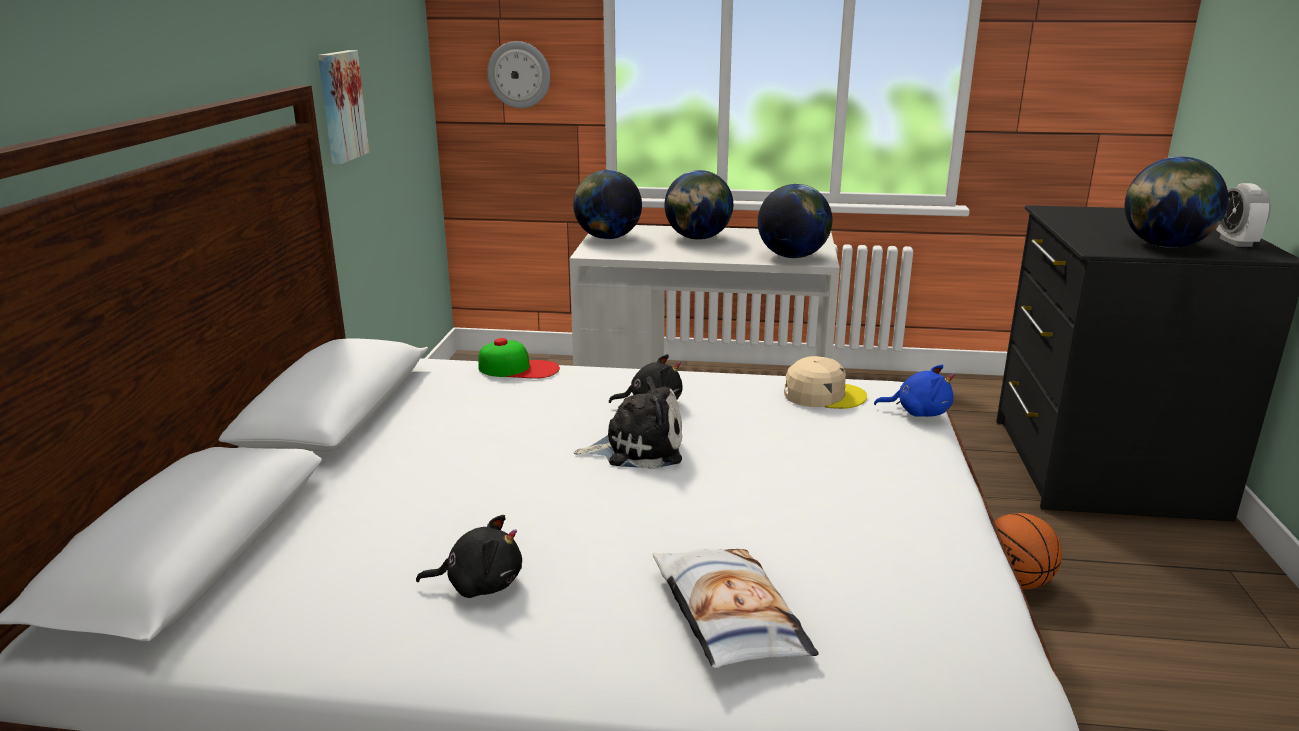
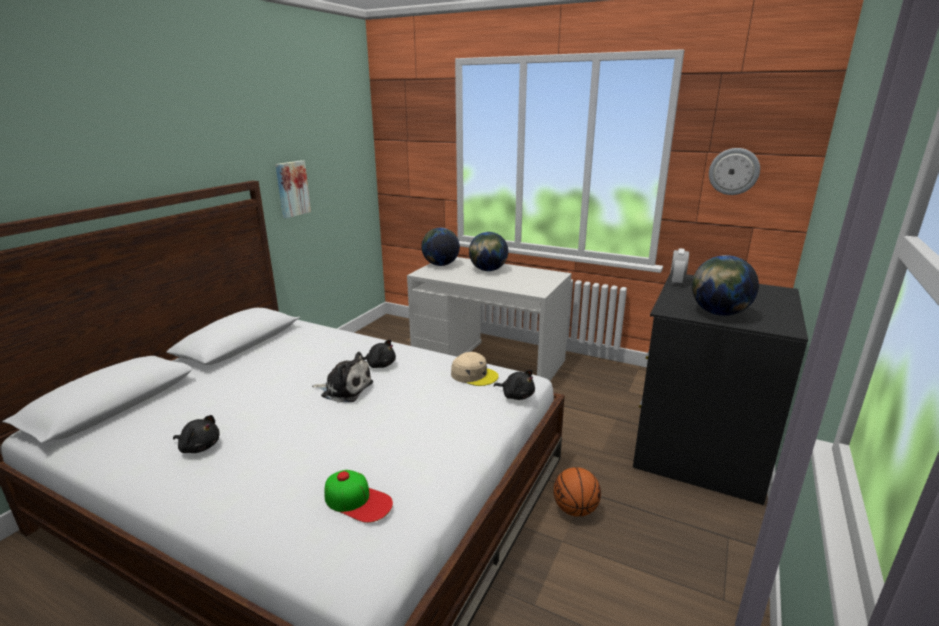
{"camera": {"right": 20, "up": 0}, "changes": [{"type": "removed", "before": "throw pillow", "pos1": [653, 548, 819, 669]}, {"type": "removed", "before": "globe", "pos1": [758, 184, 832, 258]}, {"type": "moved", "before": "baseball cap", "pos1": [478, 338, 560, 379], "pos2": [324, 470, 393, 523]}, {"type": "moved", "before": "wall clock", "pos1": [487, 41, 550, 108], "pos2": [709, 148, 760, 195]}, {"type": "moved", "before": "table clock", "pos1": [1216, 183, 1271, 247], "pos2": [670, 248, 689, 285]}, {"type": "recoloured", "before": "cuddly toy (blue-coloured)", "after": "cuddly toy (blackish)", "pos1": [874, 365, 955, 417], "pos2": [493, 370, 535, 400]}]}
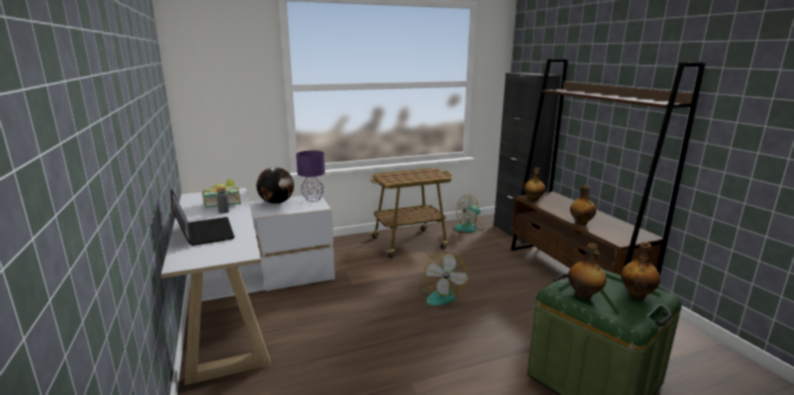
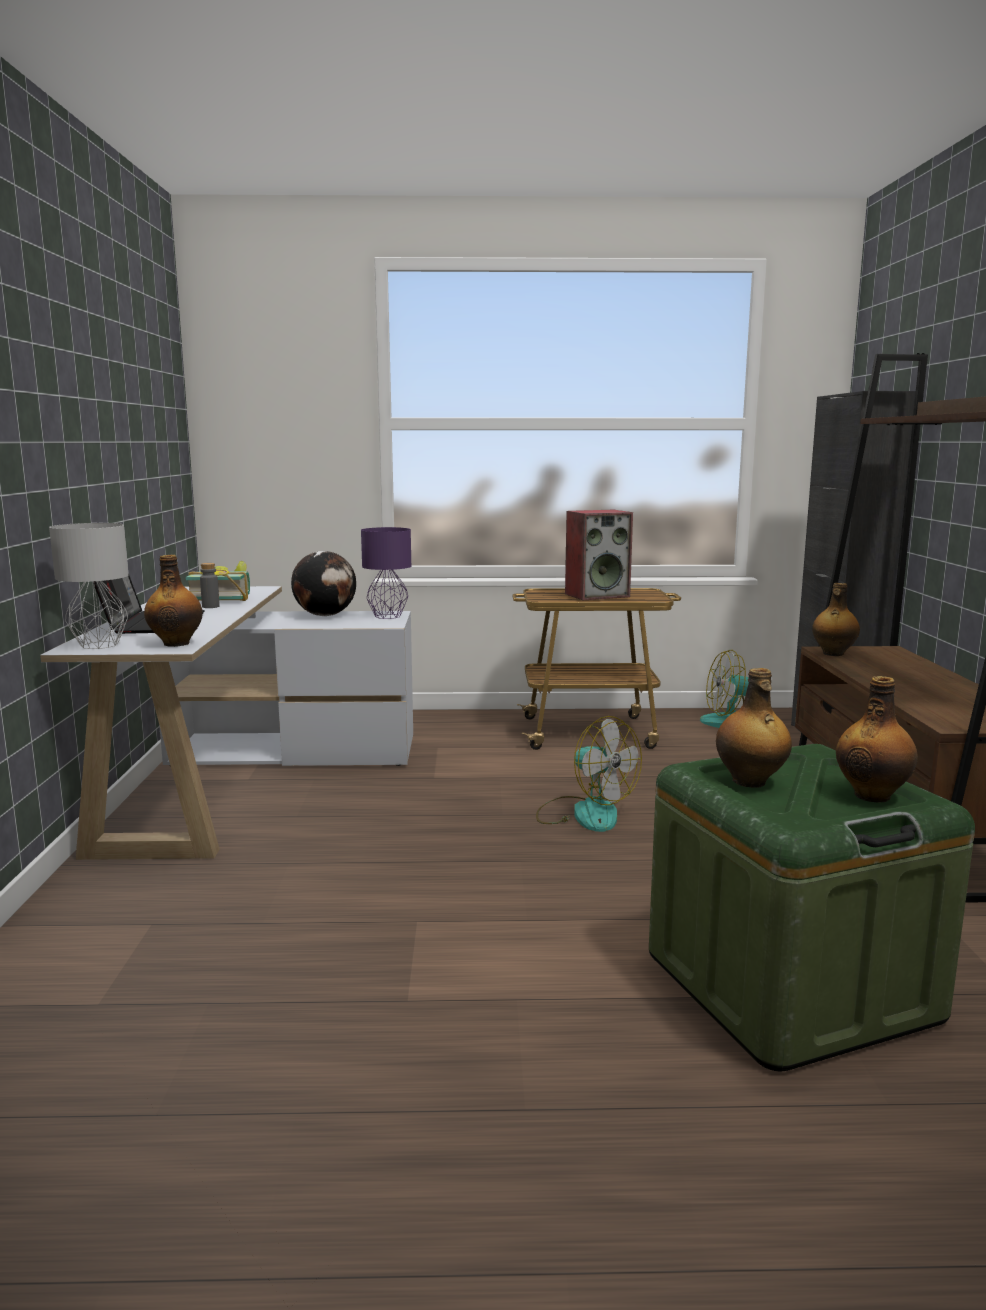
{"camera": {"right": 20, "up": -5}, "changes": [{"type": "added", "after": "table lamp (gray)", "pos2": [49, 523, 129, 649]}, {"type": "added", "after": "loudspeaker", "pos2": [565, 510, 633, 600]}, {"type": "moved", "before": "bottle", "pos1": [570, 185, 596, 225], "pos2": [144, 555, 203, 647]}, {"type": "turned", "before": "fan", "pos1": [418, 252, 469, 306], "pos2": [536, 716, 642, 832], "turn": -75}]}
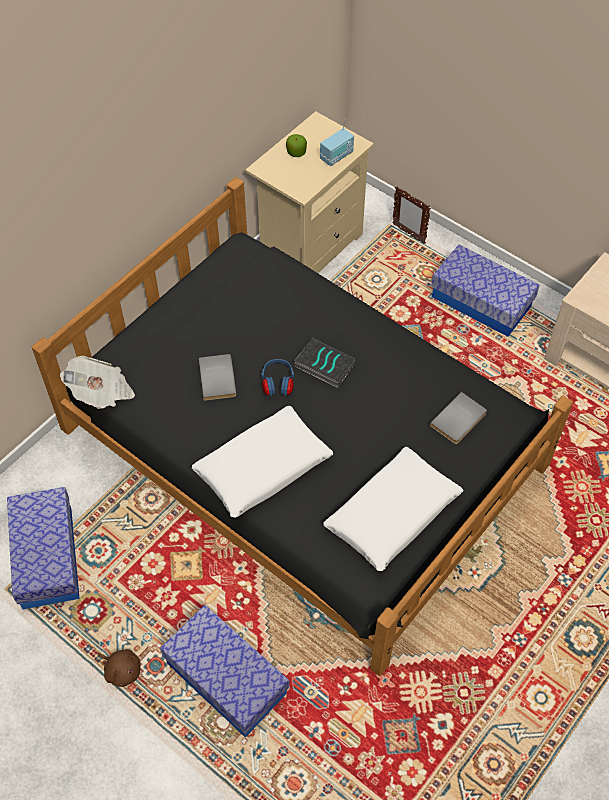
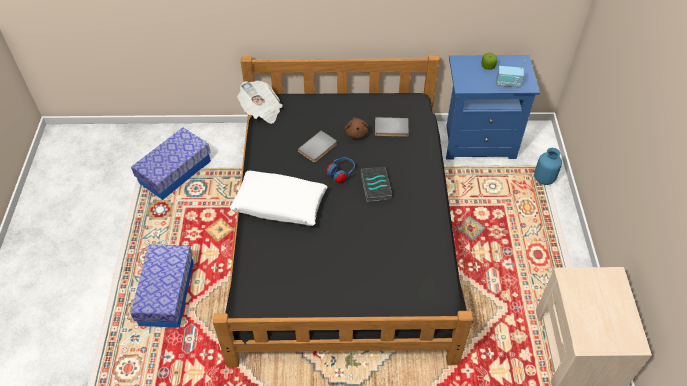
{"camera": {"right": 50, "up": -5}, "changes": [{"type": "removed", "before": "throw pillow (white-coloured)", "pos1": [323, 447, 463, 571]}, {"type": "removed", "before": "storage container", "pos1": [431, 244, 540, 337]}, {"type": "moved", "before": "cuddly toy (brown)", "pos1": [97, 649, 140, 687], "pos2": [345, 117, 369, 139]}, {"type": "moved", "before": "volume (gray)", "pos1": [430, 392, 487, 444], "pos2": [375, 117, 409, 137]}, {"type": "replaced", "before": "picture frame", "after": "vase (blue-coloured)", "pos1": [392, 186, 431, 244], "pos2": [534, 148, 562, 185]}, {"type": "recoloured", "before": "night table (beige)", "after": "night table (blue-coloured)", "pos1": [246, 111, 374, 273], "pos2": [446, 55, 540, 160]}]}
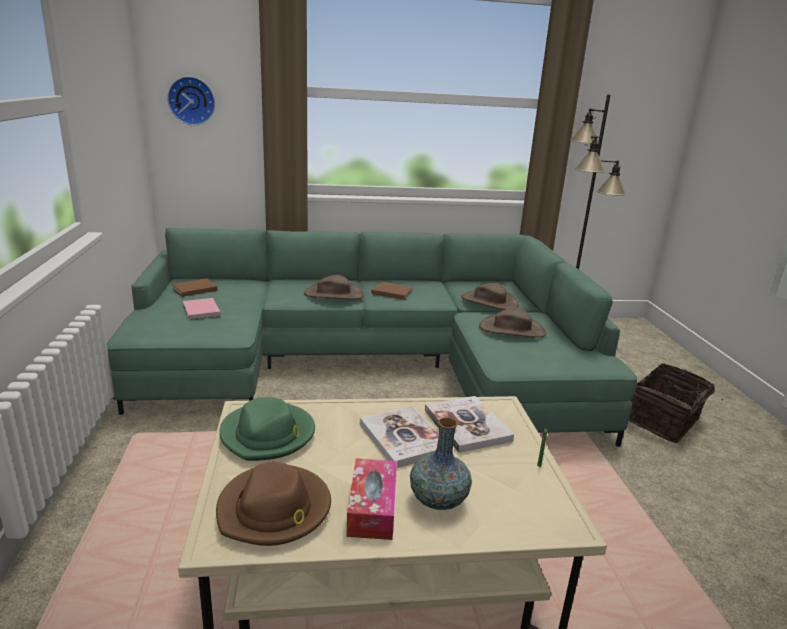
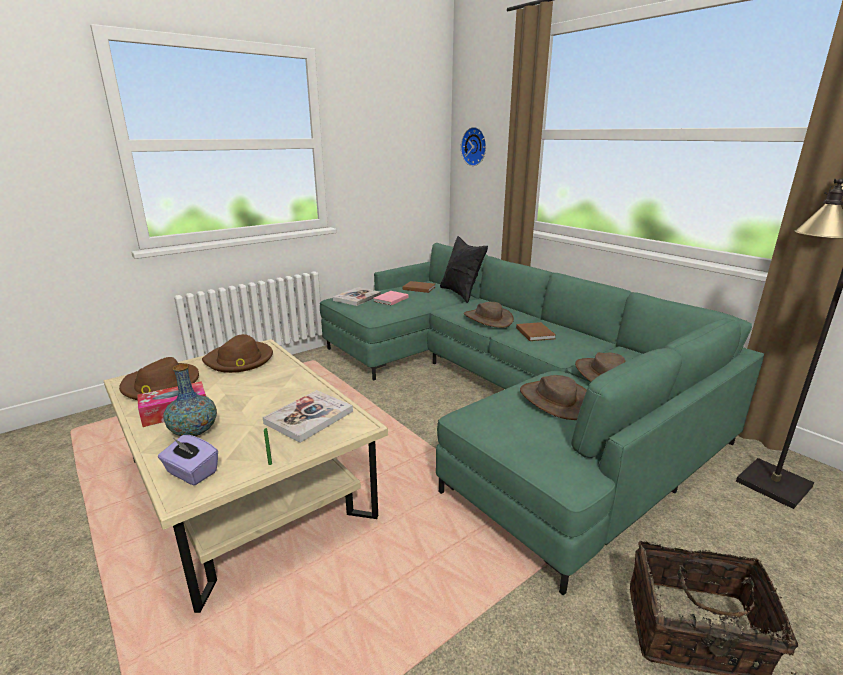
{"camera": {"right": 60, "up": 0}, "changes": [{"type": "added", "after": "box of tissues (purple)", "pos2": [158, 435, 218, 485]}, {"type": "added", "after": "throw pillow (blackish)", "pos2": [440, 236, 488, 303]}, {"type": "moved", "before": "volume", "pos1": [360, 406, 439, 468], "pos2": [333, 287, 381, 306]}, {"type": "recoloured", "before": "clothing hat (green-coloured)", "after": "clothing hat (brown)", "pos1": [219, 397, 315, 461], "pos2": [202, 334, 273, 373]}]}
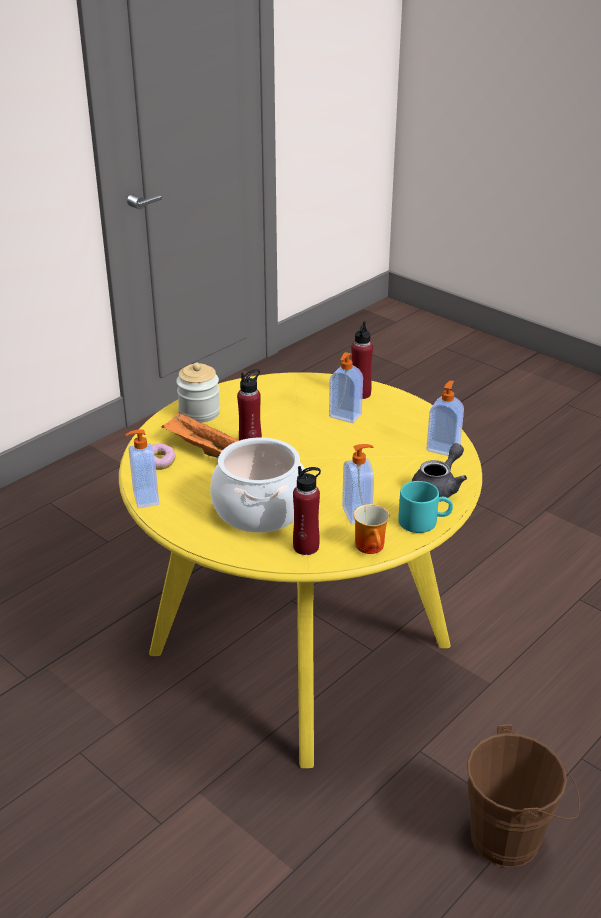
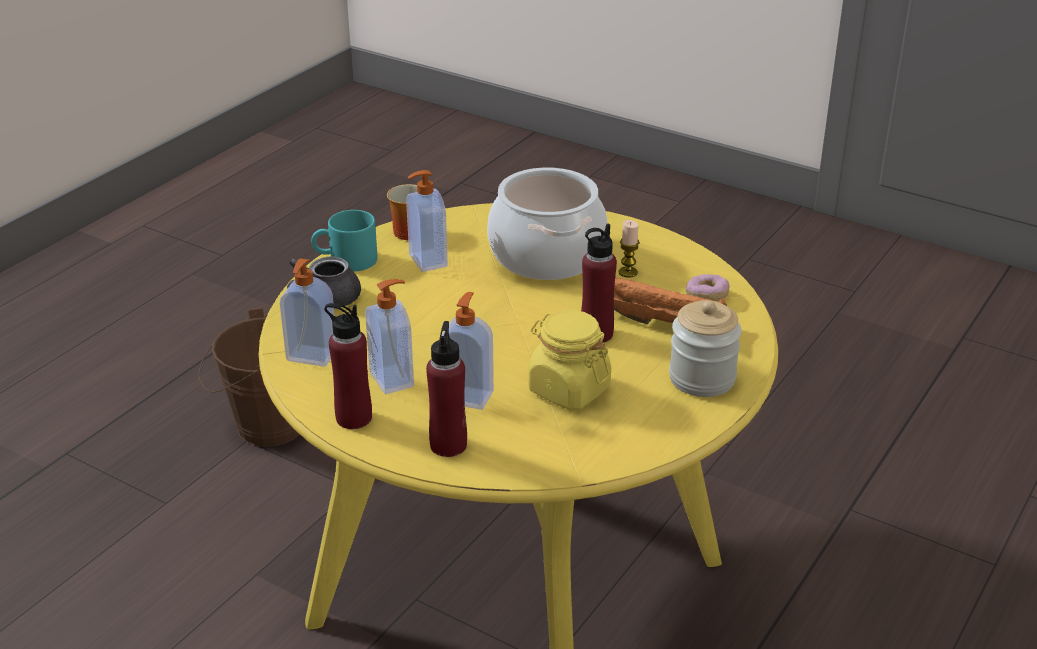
{"camera": {"right": 170, "up": 0}, "changes": [{"type": "added", "after": "jar (yellow-coloured)", "pos2": [529, 310, 611, 410]}, {"type": "added", "after": "wax candle", "pos2": [619, 220, 640, 278]}, {"type": "moved", "before": "liquid soap bottle", "pos1": [125, 429, 159, 508], "pos2": [365, 279, 414, 394]}, {"type": "moved", "before": "bottle (red)", "pos1": [293, 466, 321, 555], "pos2": [325, 303, 372, 429]}]}
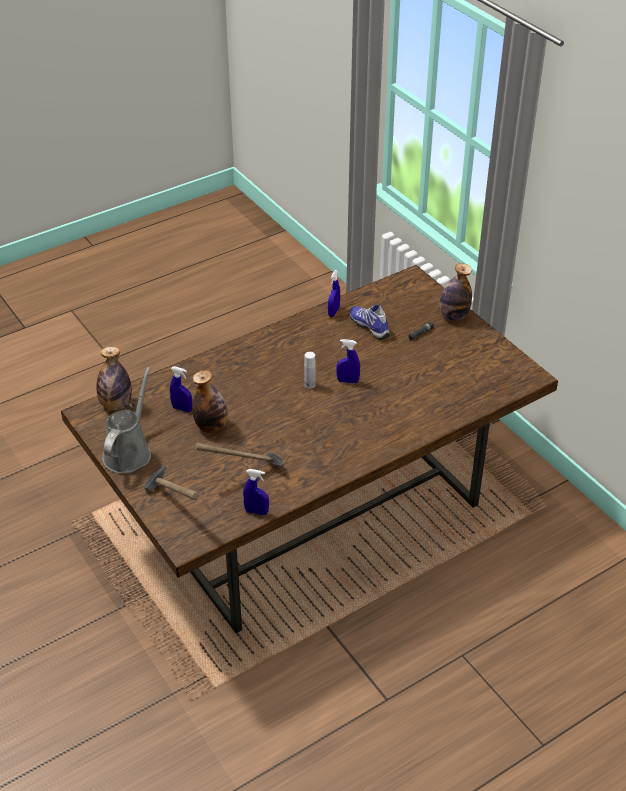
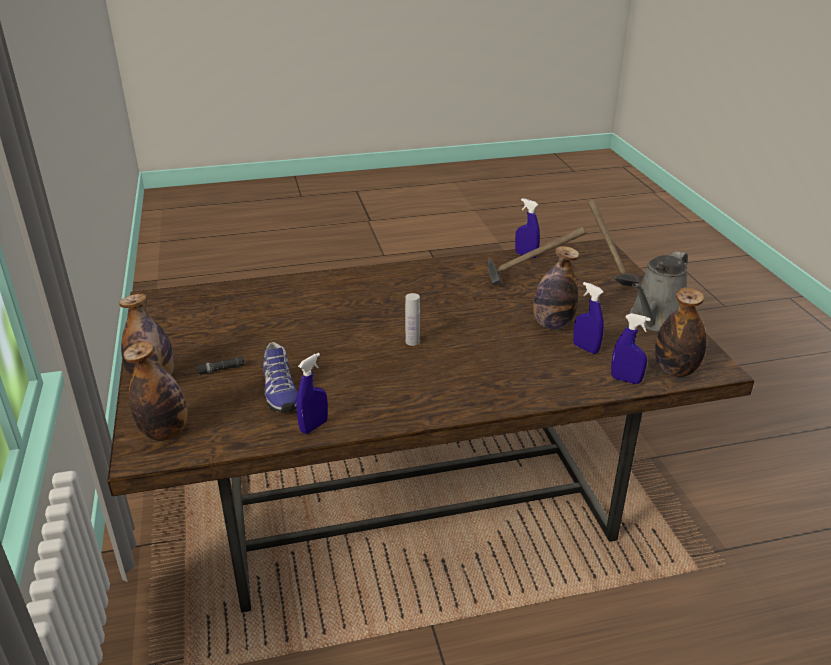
{"camera": {"right": -160, "up": -10}, "changes": [{"type": "added", "after": "bottle", "pos2": [123, 341, 188, 441]}, {"type": "moved", "before": "spray bottle (blue-coloured)", "pos1": [336, 339, 360, 383], "pos2": [611, 313, 651, 384]}]}
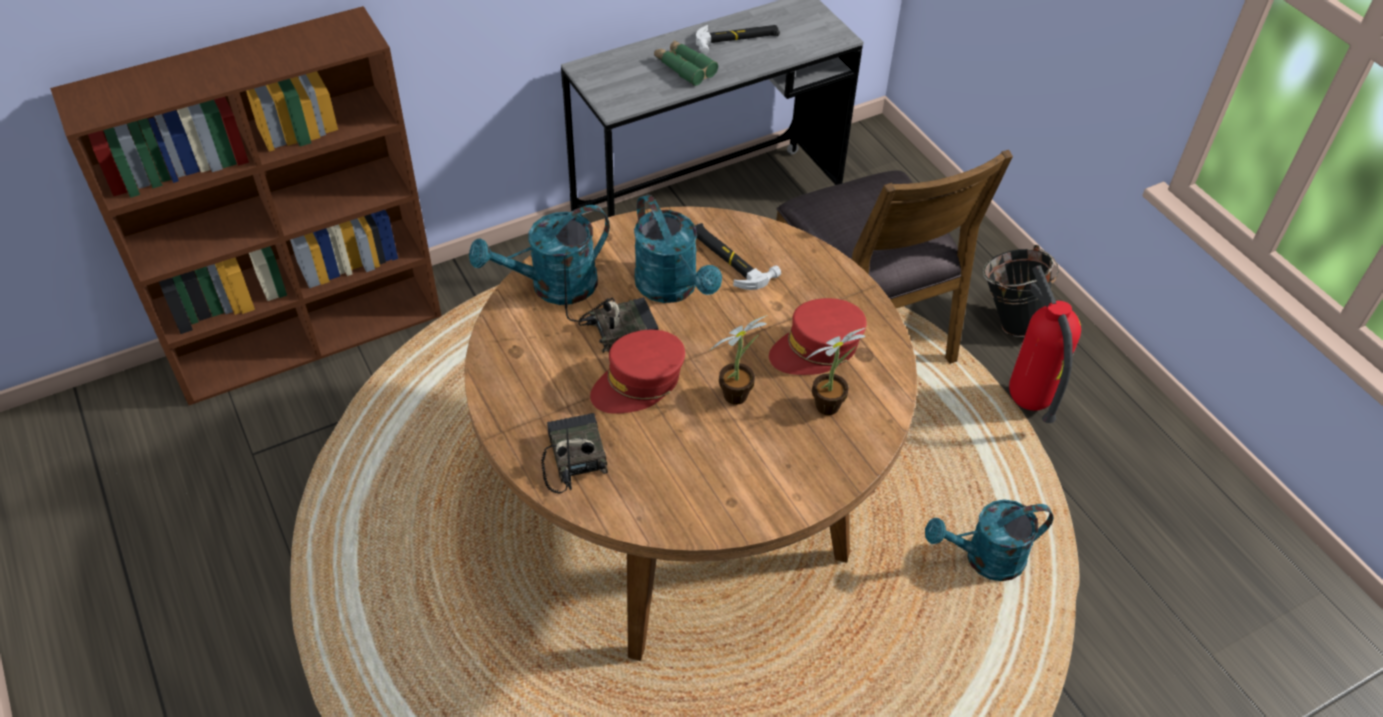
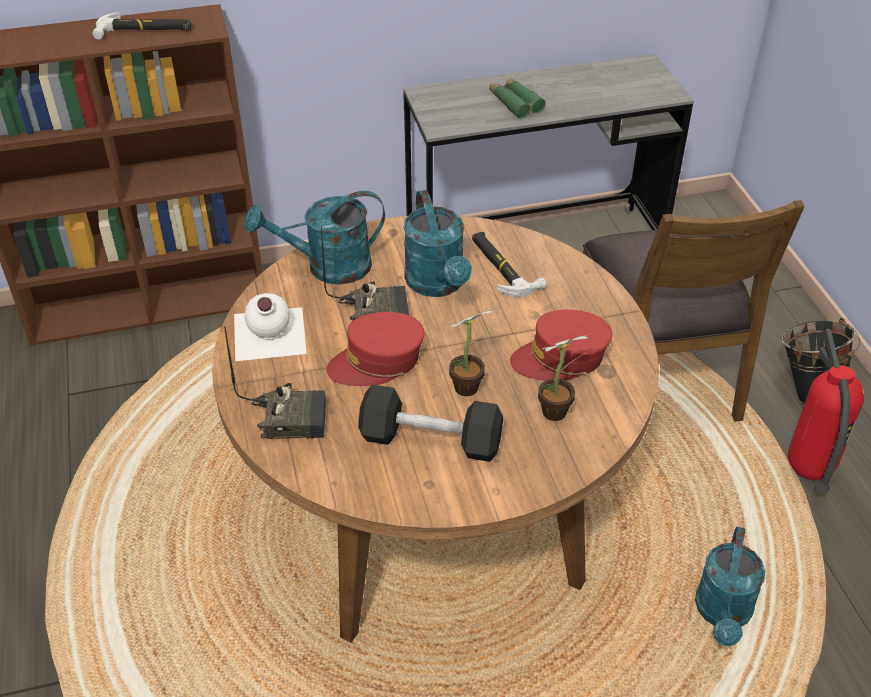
{"camera": {"right": 15, "up": -5}, "changes": [{"type": "added", "after": "bottle (white-coloured)", "pos2": [234, 293, 307, 361]}, {"type": "added", "after": "free weight (blackish)", "pos2": [358, 384, 503, 462]}, {"type": "moved", "before": "hand hammer", "pos1": [696, 25, 780, 55], "pos2": [93, 12, 192, 39]}, {"type": "turned", "before": "radio set", "pos1": [541, 413, 608, 493], "pos2": [225, 327, 326, 439], "turn": 90}, {"type": "turned", "before": "sprinkling can (blue-green)", "pos1": [925, 500, 1053, 581], "pos2": [695, 527, 765, 646], "turn": -75}]}
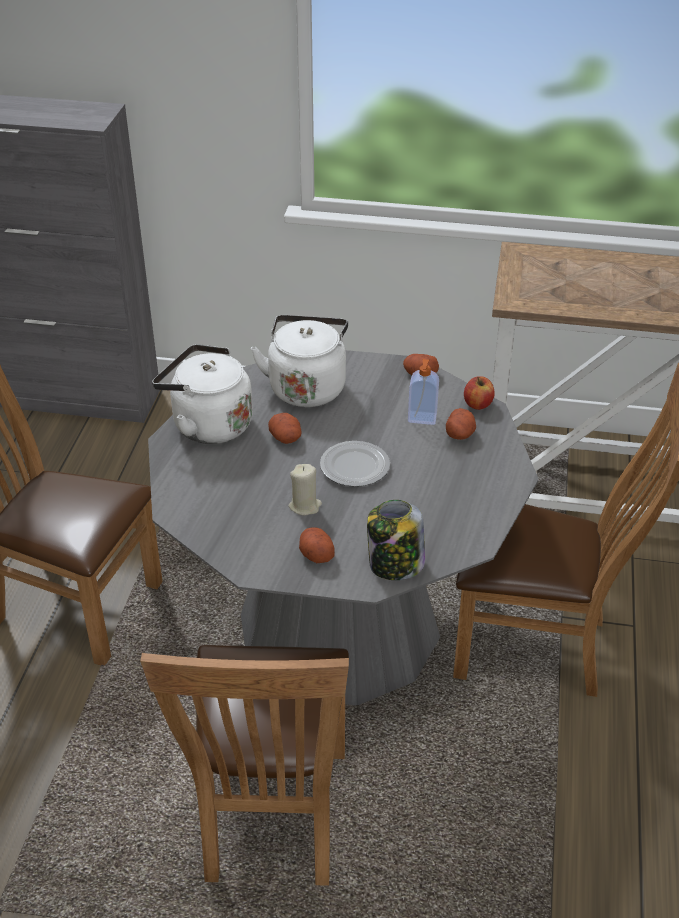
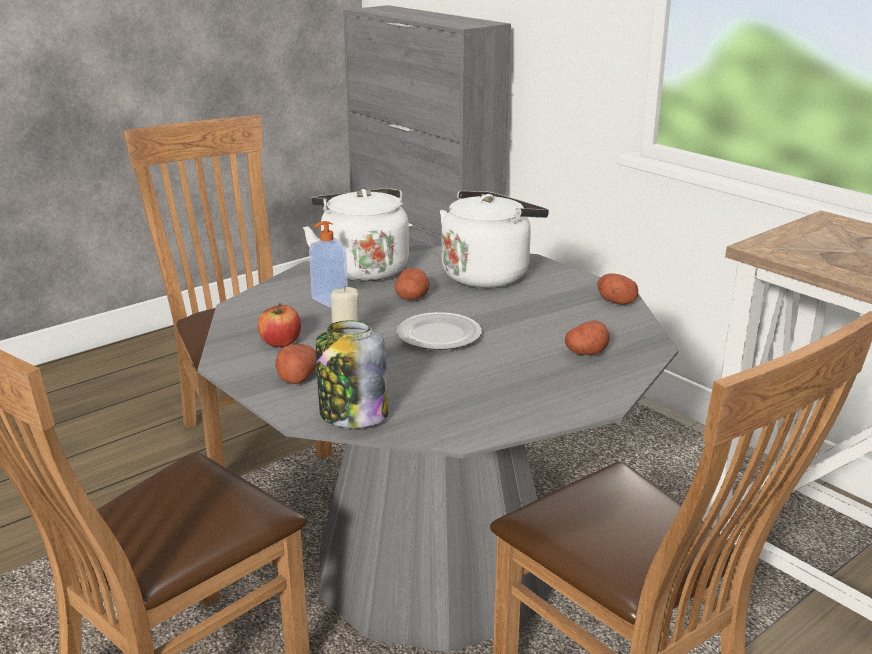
{"camera": {"right": 40, "up": -15}, "changes": [{"type": "moved", "before": "liquid soap bottle", "pos1": [408, 359, 439, 425], "pos2": [309, 221, 348, 308]}, {"type": "moved", "before": "whole apple", "pos1": [464, 376, 495, 410], "pos2": [258, 303, 301, 347]}]}
